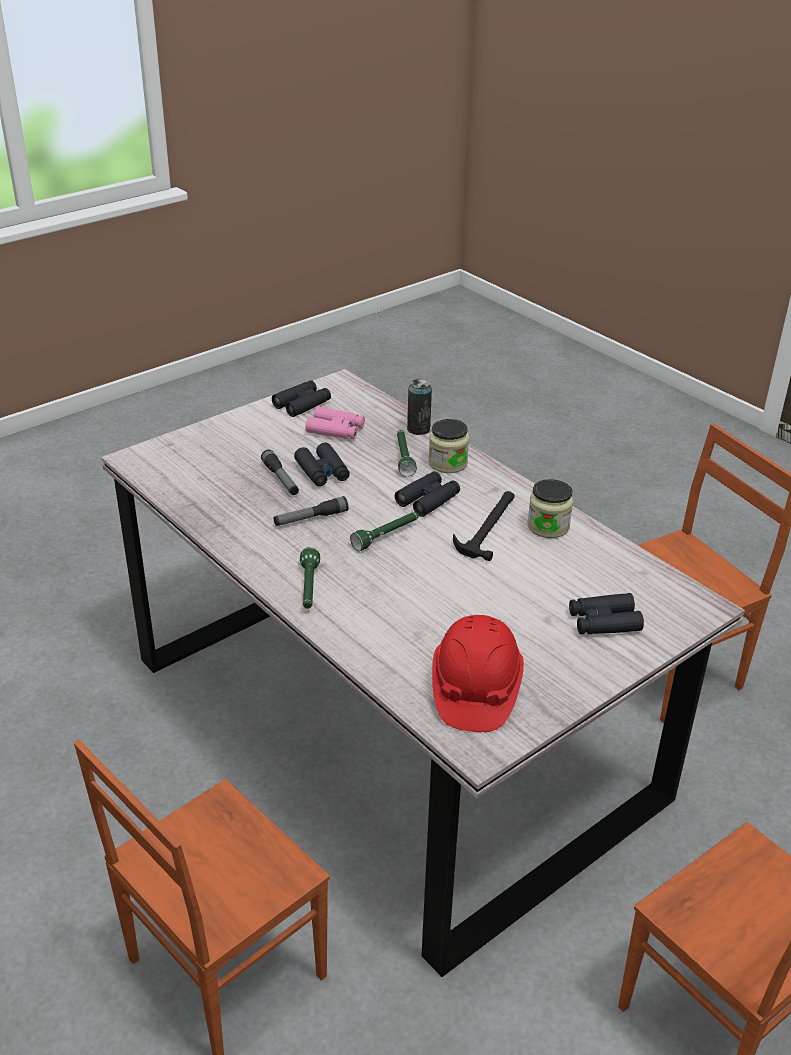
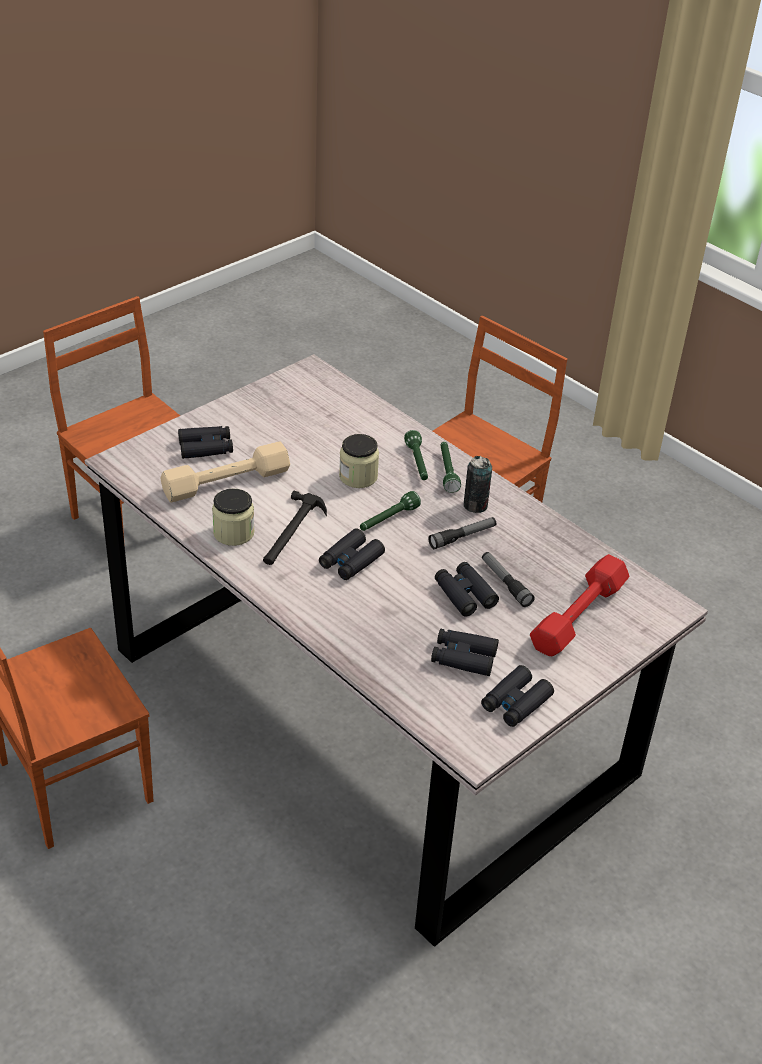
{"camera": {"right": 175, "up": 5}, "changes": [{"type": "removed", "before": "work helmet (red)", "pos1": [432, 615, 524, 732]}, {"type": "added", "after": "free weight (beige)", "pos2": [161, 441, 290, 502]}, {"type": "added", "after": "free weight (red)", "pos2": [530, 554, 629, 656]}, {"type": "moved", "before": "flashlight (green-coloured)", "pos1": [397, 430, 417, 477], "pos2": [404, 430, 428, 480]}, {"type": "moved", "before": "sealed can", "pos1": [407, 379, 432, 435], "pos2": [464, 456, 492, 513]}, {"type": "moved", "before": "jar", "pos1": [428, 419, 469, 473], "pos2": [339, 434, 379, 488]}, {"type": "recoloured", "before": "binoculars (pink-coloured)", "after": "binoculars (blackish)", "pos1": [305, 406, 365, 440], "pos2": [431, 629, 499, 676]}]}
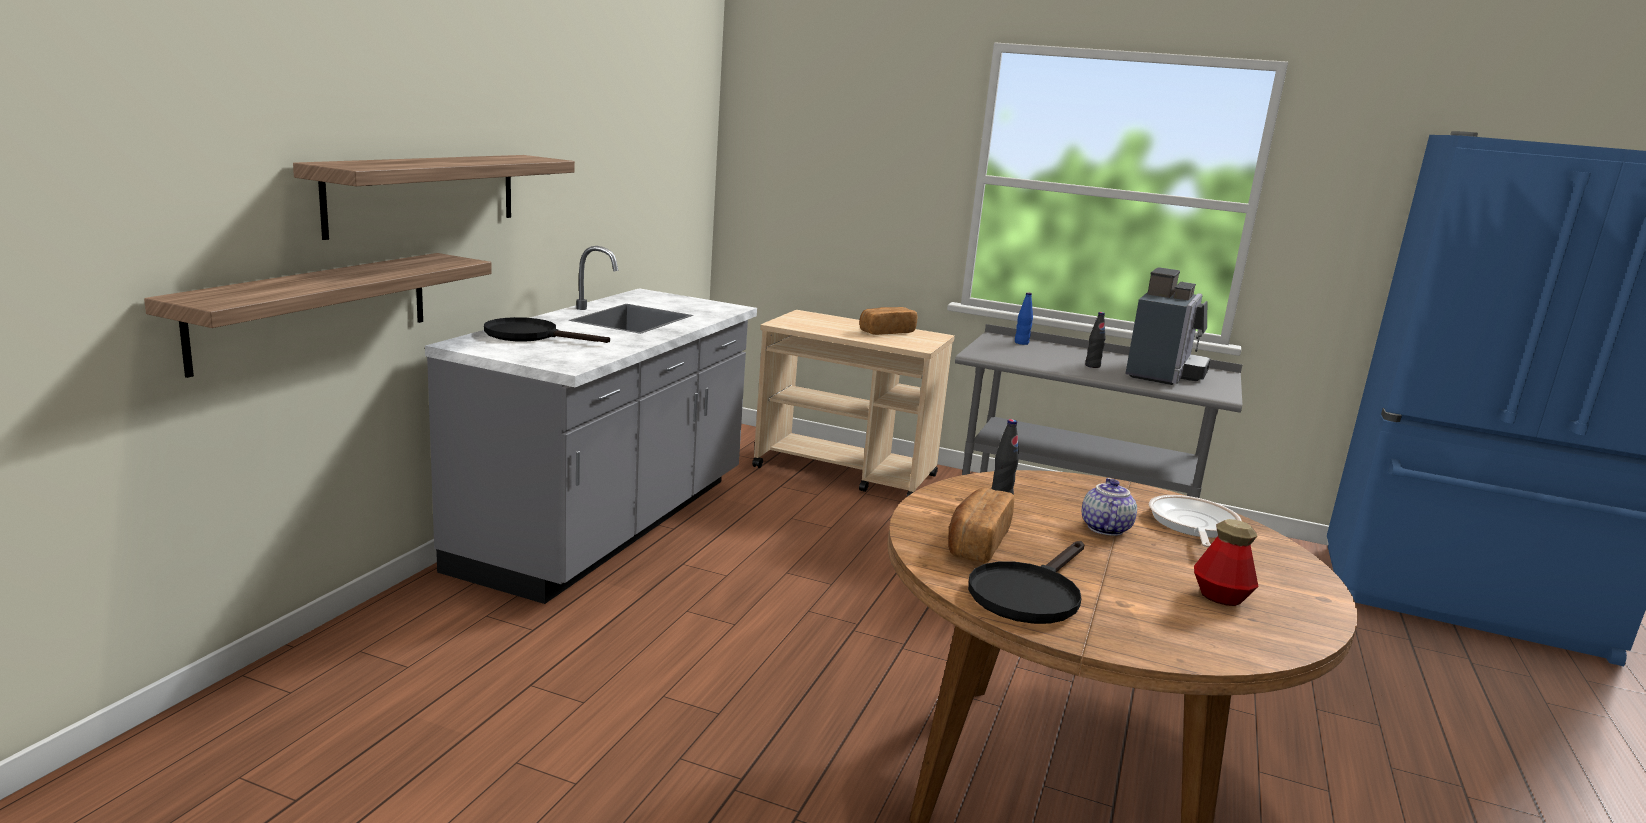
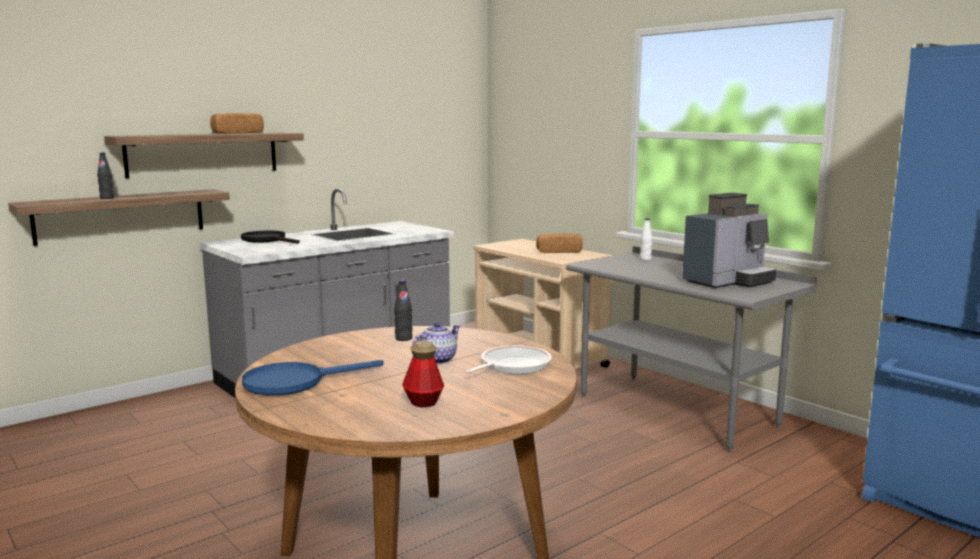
{"camera": {"right": 30, "up": -5}, "changes": [{"type": "moved", "before": "bread", "pos1": [948, 487, 1014, 563], "pos2": [210, 113, 264, 134]}, {"type": "moved", "before": "bottle (blackish)", "pos1": [1085, 312, 1106, 368], "pos2": [97, 153, 114, 199]}, {"type": "recoloured", "before": "skillet (blackish)", "after": "skillet (blue-coloured)", "pos1": [968, 541, 1084, 624], "pos2": [242, 360, 384, 396]}, {"type": "recoloured", "before": "bottle (blue-coloured)", "after": "bottle (white-coloured)", "pos1": [1015, 292, 1033, 345], "pos2": [640, 218, 653, 260]}]}
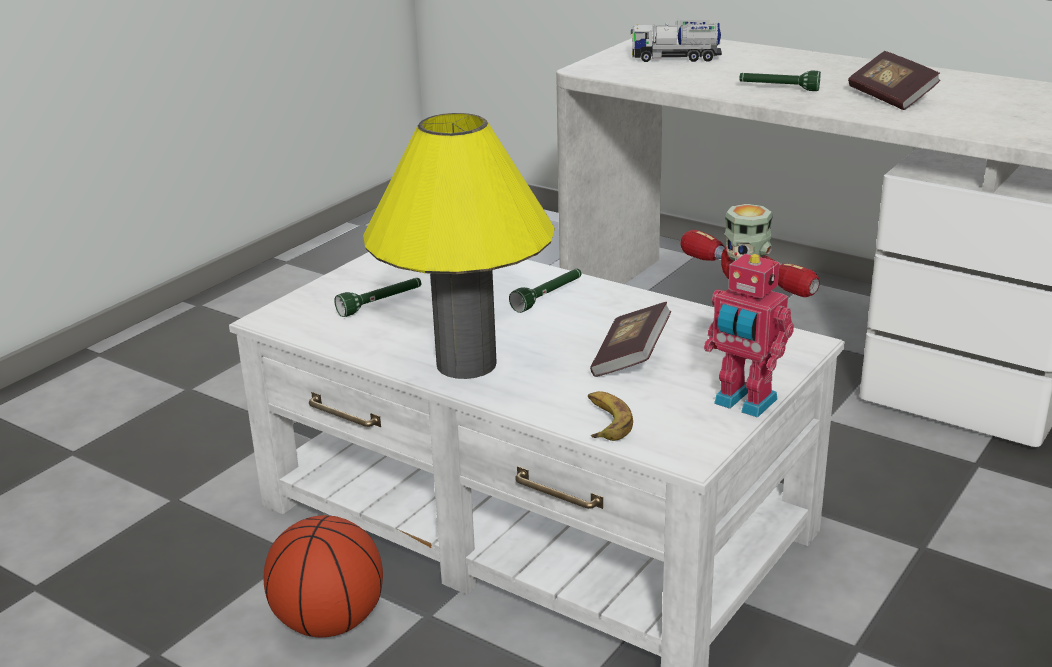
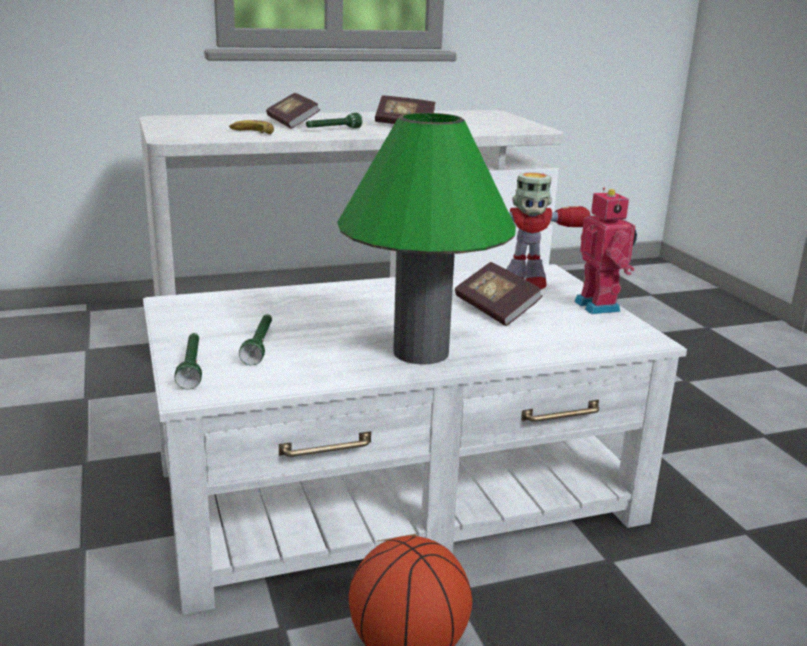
{"camera": {"right": -55, "up": -5}, "changes": [{"type": "removed", "before": "model truck", "pos1": [631, 20, 722, 62]}, {"type": "added", "after": "volume", "pos2": [266, 93, 320, 128]}, {"type": "moved", "before": "flashlight (green-coloured)", "pos1": [509, 269, 582, 313], "pos2": [174, 333, 202, 390]}, {"type": "moved", "before": "whole banana", "pos1": [588, 391, 633, 441], "pos2": [229, 120, 274, 134]}, {"type": "recoloured", "before": "table lamp (yellow-coloured)", "after": "table lamp (green-coloured)", "pos1": [363, 113, 555, 379], "pos2": [337, 113, 516, 365]}, {"type": "turned", "before": "robot figure", "pos1": [704, 252, 794, 418], "pos2": [574, 188, 637, 314], "turn": -90}]}
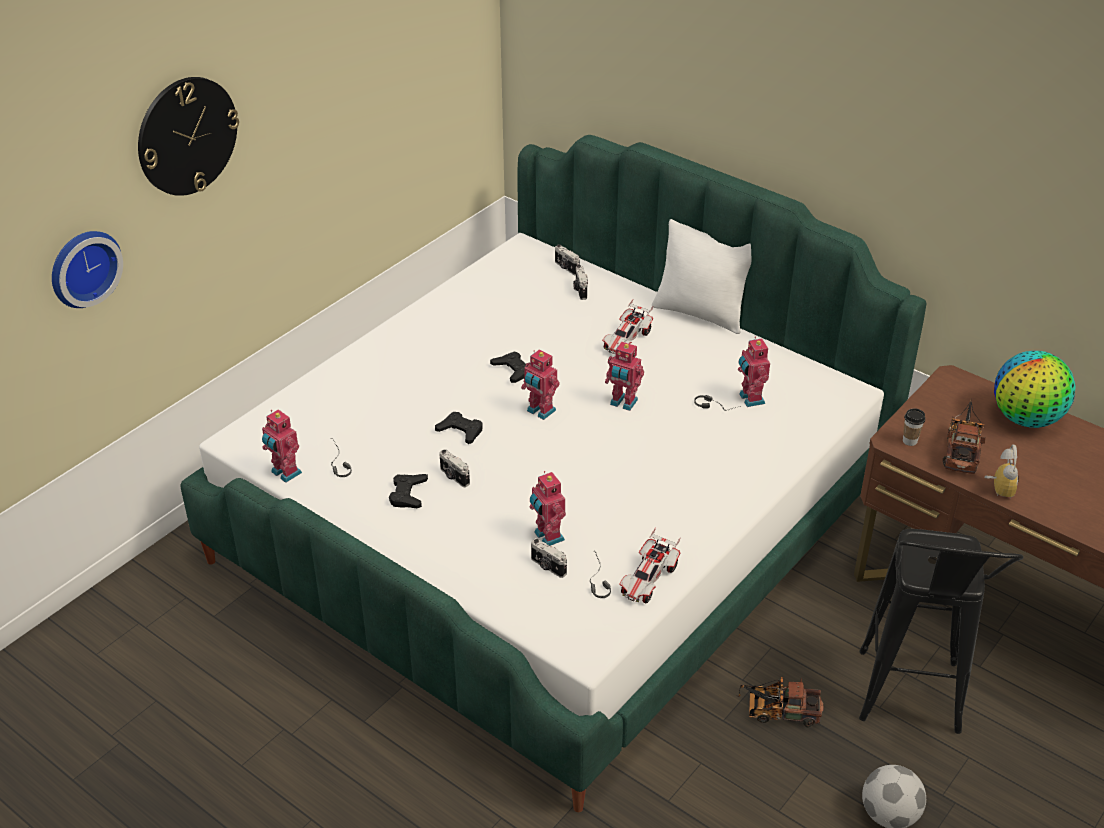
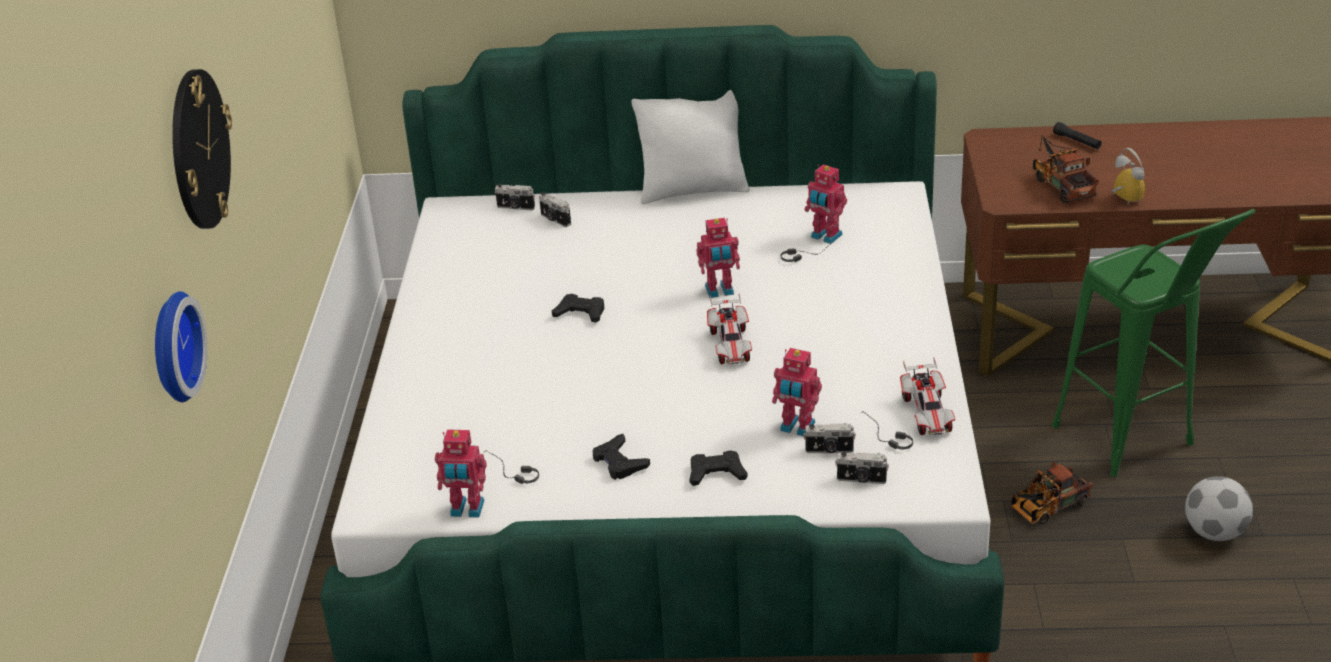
{"camera": {"right": -35, "up": -5}, "changes": [{"type": "removed", "before": "robot figure", "pos1": [521, 349, 560, 420]}, {"type": "removed", "before": "small cup", "pos1": [903, 408, 925, 446]}, {"type": "moved", "before": "gamepad (blackish)", "pos1": [435, 412, 483, 444], "pos2": [689, 450, 748, 486]}, {"type": "moved", "before": "still camera", "pos1": [439, 449, 470, 487], "pos2": [835, 452, 889, 484]}, {"type": "moved", "before": "model car", "pos1": [602, 299, 653, 354], "pos2": [707, 293, 752, 364]}, {"type": "replaced", "before": "globe", "after": "flashlight (blackish)", "pos1": [994, 351, 1076, 428], "pos2": [1053, 122, 1101, 149]}, {"type": "recoloured", "before": "stool (blackish)", "after": "stool (green-coloured)", "pos1": [859, 529, 1023, 734], "pos2": [1052, 209, 1255, 477]}]}
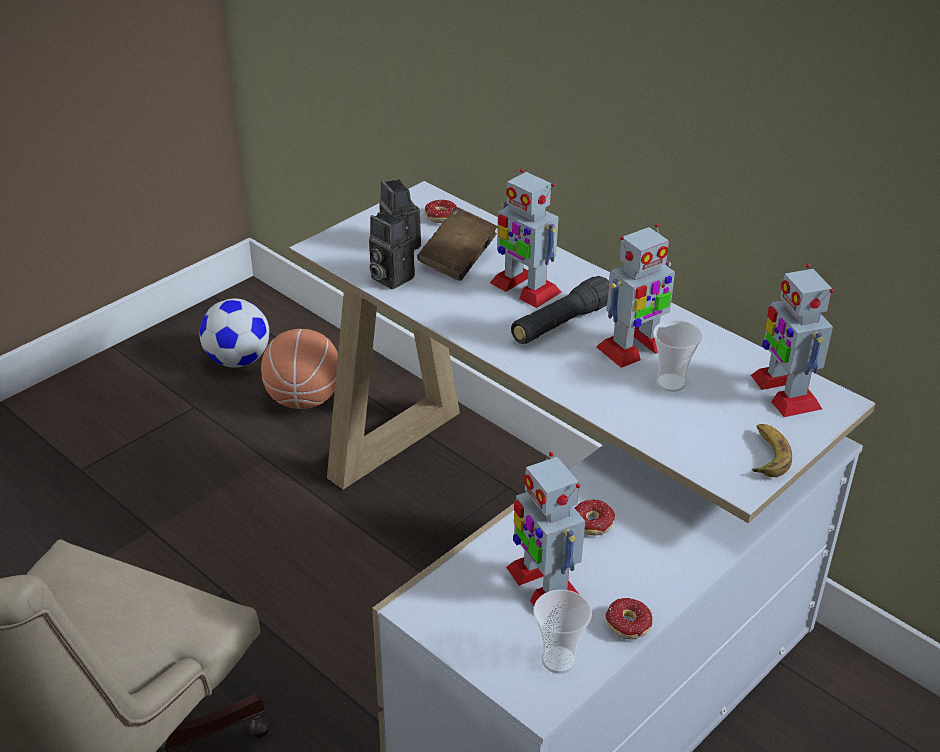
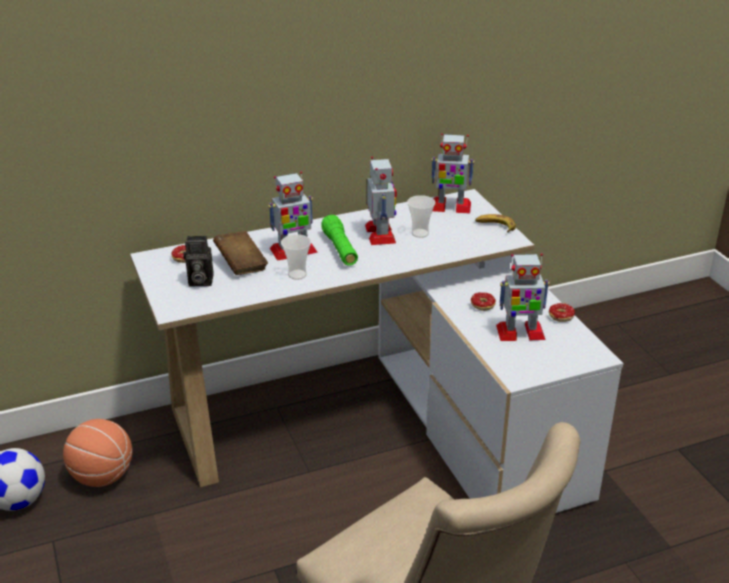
{"camera": {"right": -65, "up": -5}, "changes": [{"type": "removed", "before": "still camera", "pos1": [369, 211, 415, 289]}, {"type": "moved", "before": "small cup", "pos1": [534, 589, 592, 674], "pos2": [281, 234, 311, 280]}, {"type": "recoloured", "before": "flashlight (blackish)", "after": "flashlight (green-coloured)", "pos1": [511, 276, 609, 344], "pos2": [321, 215, 358, 266]}]}
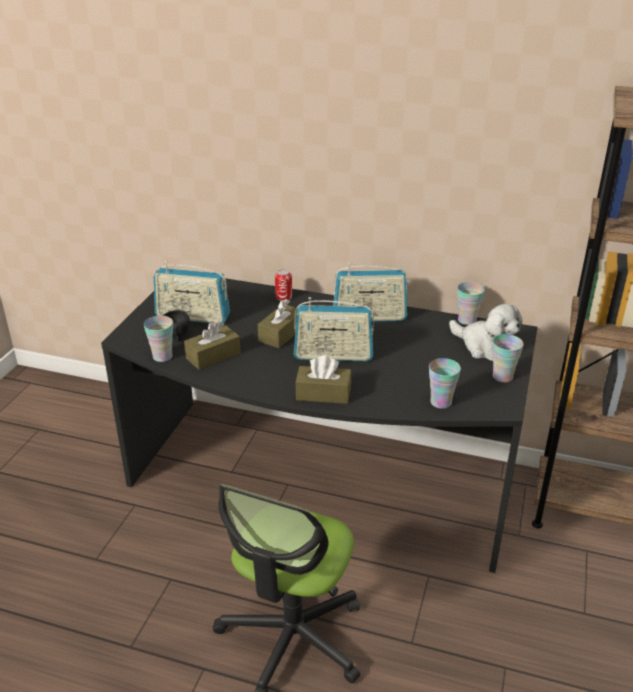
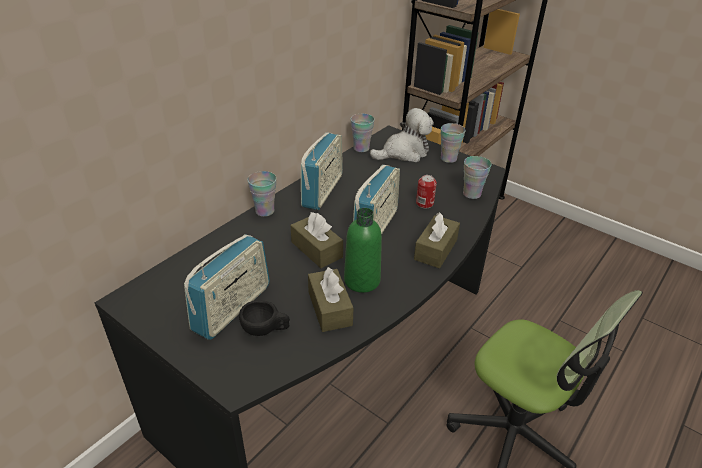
{"camera": {"right": -70, "up": 5}, "changes": [{"type": "added", "after": "bottle (green-coloured)", "pos2": [344, 208, 382, 293]}, {"type": "moved", "before": "small cup", "pos1": [144, 316, 173, 362], "pos2": [248, 171, 276, 217]}, {"type": "moved", "before": "sealed can", "pos1": [275, 269, 292, 301], "pos2": [416, 175, 437, 208]}]}
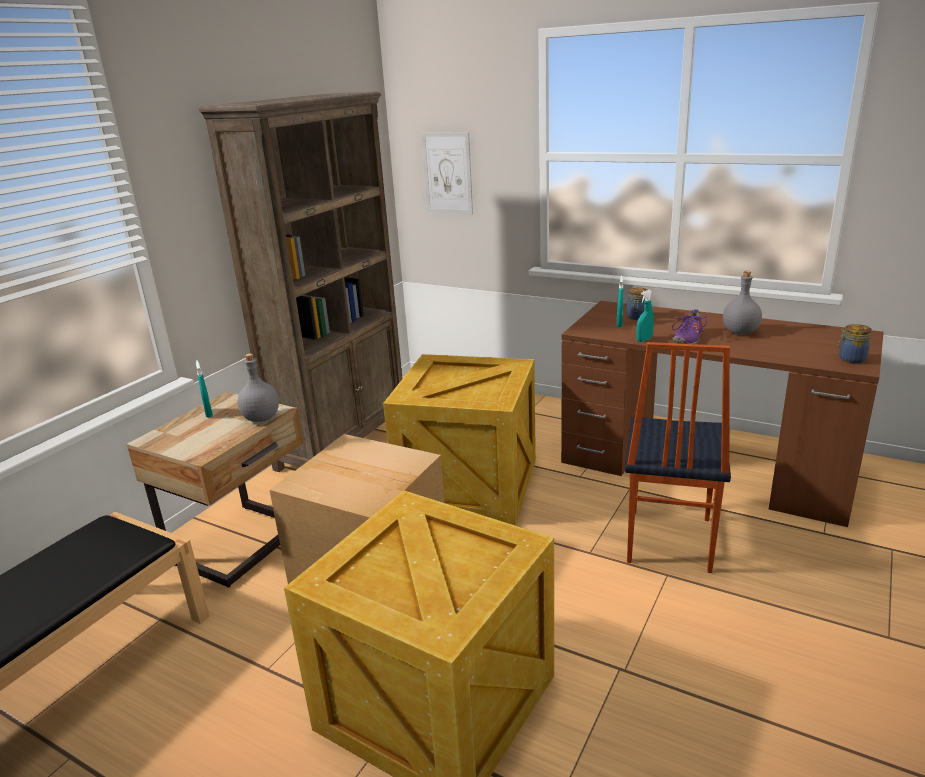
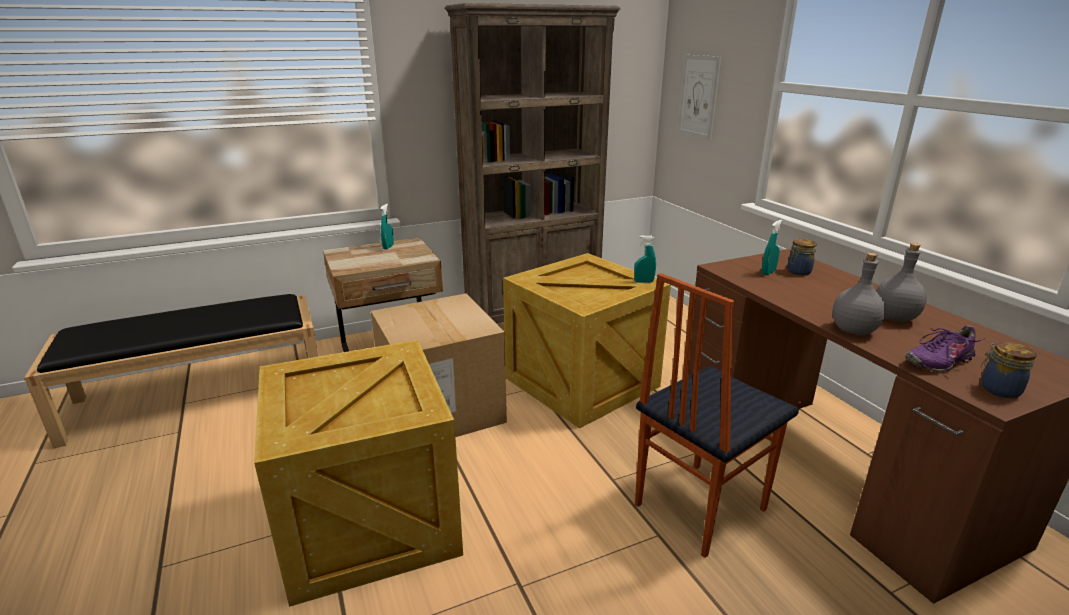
{"camera": {"right": 35, "up": 0}, "changes": [{"type": "moved", "before": "bottle (gray)", "pos1": [238, 353, 279, 422], "pos2": [833, 253, 886, 335]}, {"type": "moved", "before": "spray bottle (blue-green)", "pos1": [636, 290, 654, 342], "pos2": [634, 235, 656, 283]}, {"type": "moved", "before": "low shoe (purple)", "pos1": [672, 309, 707, 344], "pos2": [905, 325, 986, 372]}]}
